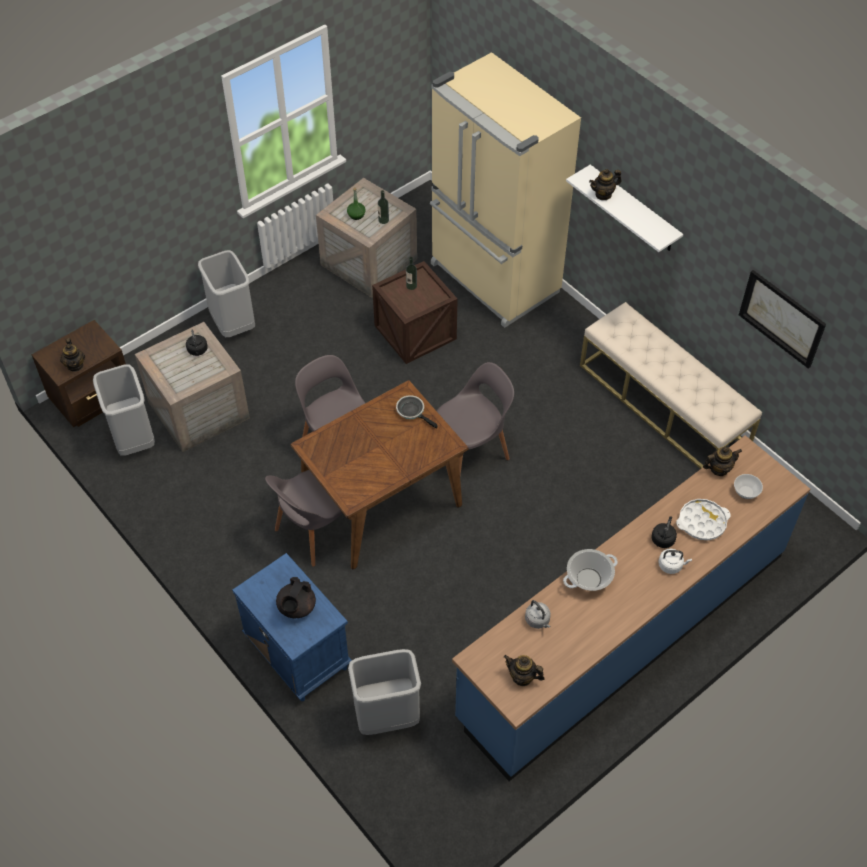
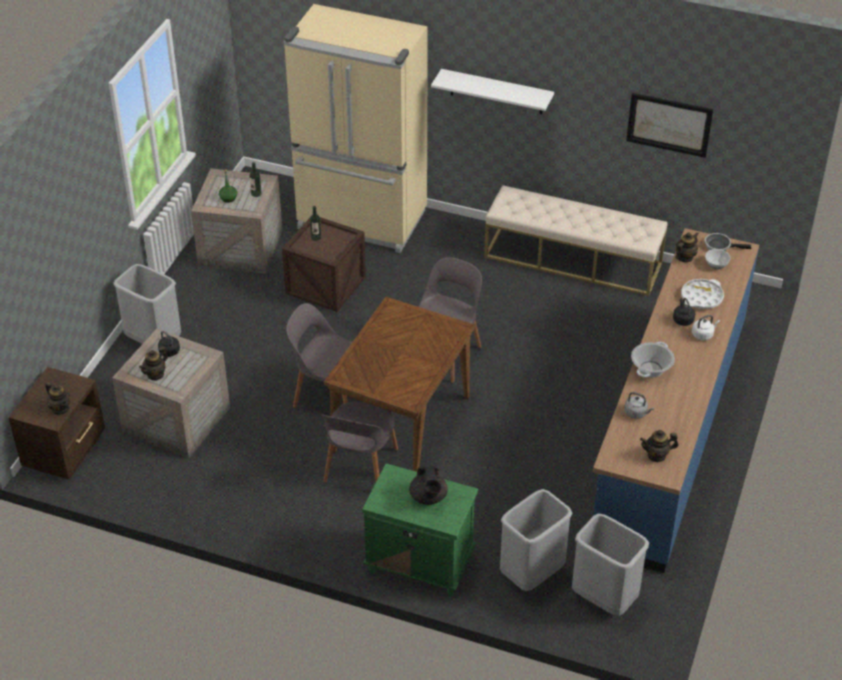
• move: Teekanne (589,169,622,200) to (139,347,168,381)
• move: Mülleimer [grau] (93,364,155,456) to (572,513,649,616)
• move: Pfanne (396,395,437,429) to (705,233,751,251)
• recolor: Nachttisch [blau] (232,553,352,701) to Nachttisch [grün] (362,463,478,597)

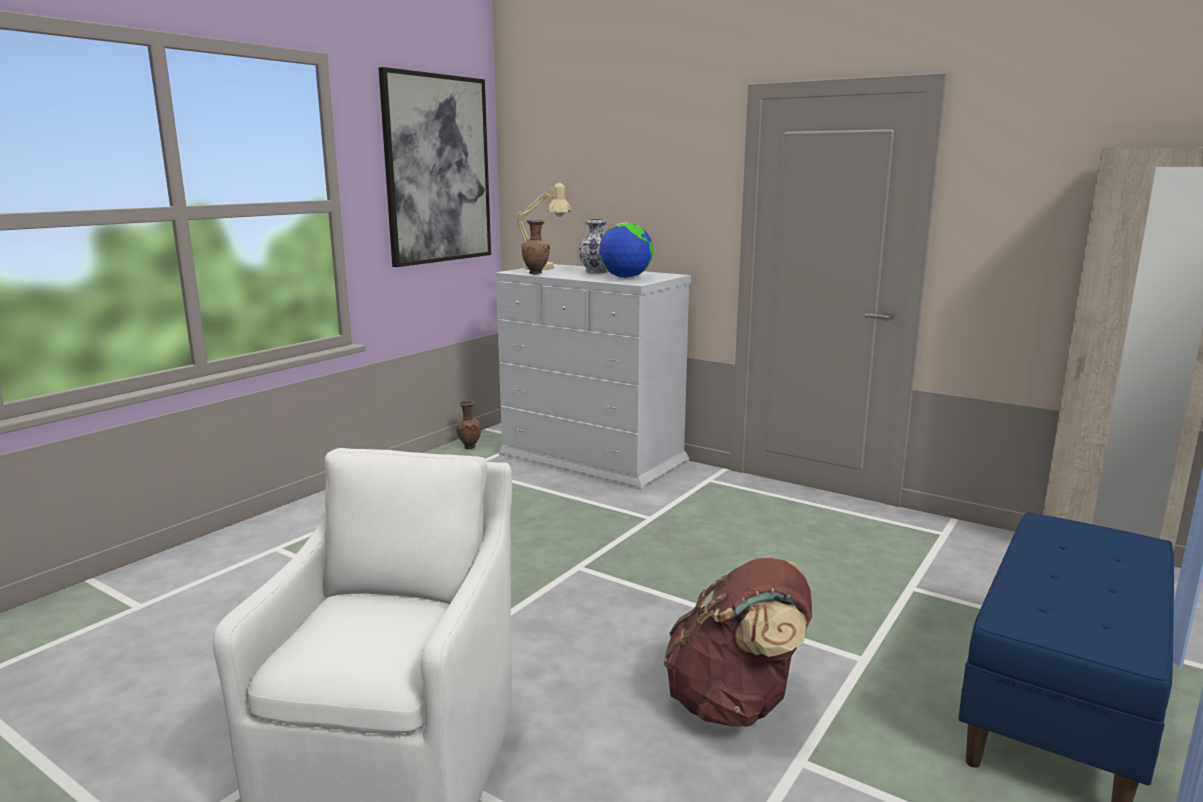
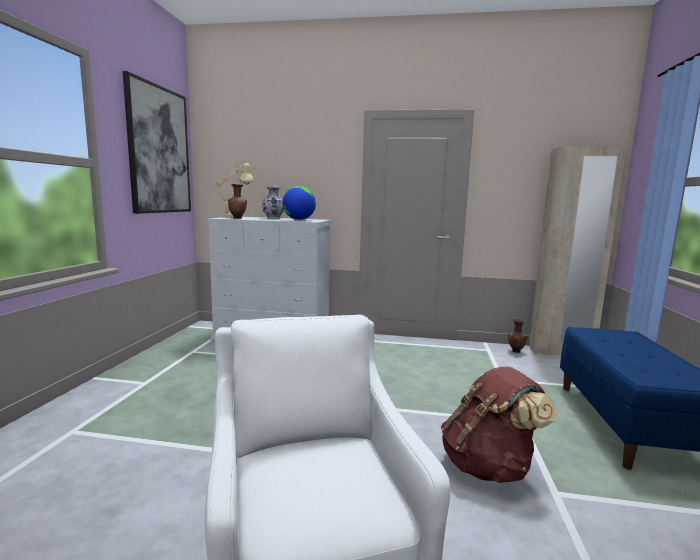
• move: Vase [braun] (456,400,481,449) to (508,319,527,353)

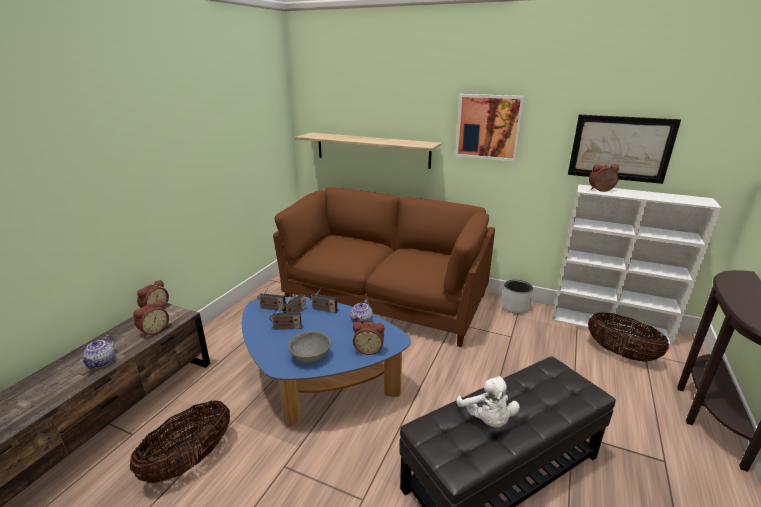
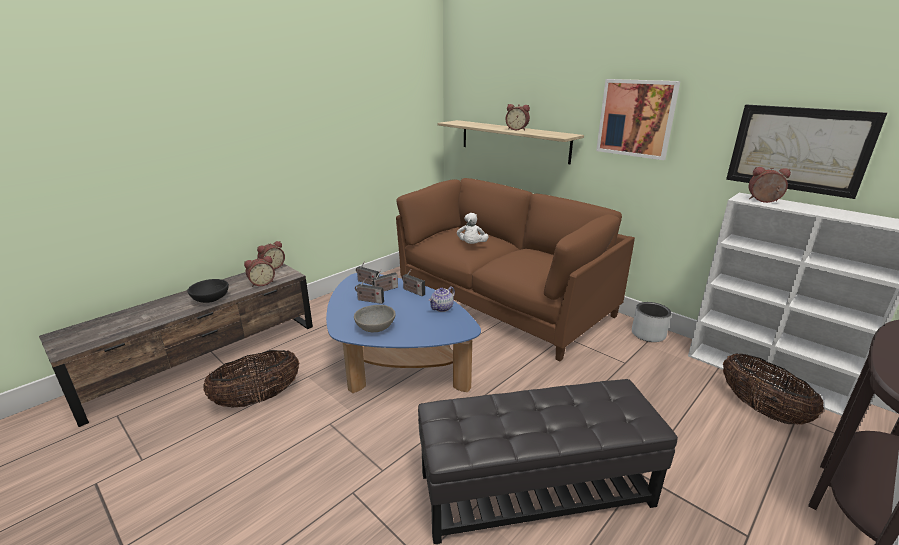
• move: Wecker (353,322,384,355) to (506,104,530,130)
• replace: Teekanne (80,335,115,369) to Schüssel [schwarz] (187,279,229,303)
• move: Plüschtier [weiß] (456,376,520,427) to (457,213,489,244)

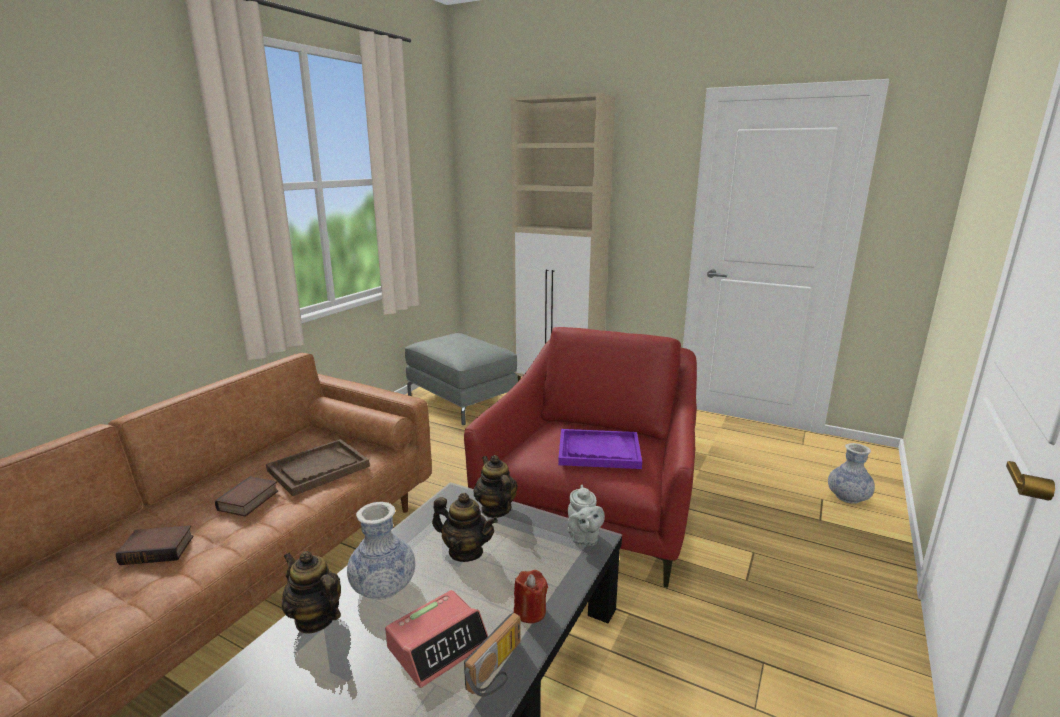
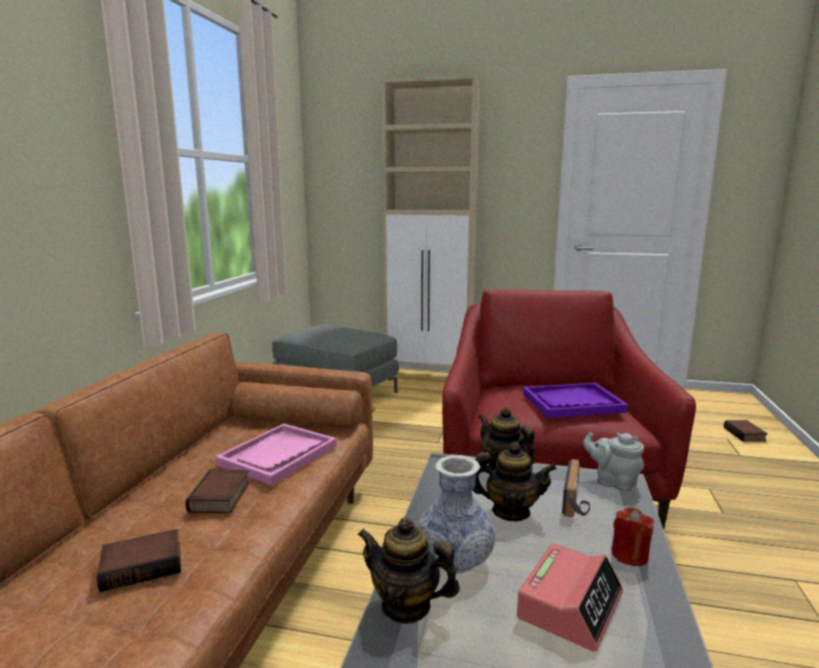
• recolor: Tablett [braun] (266,439,370,496) to Tablett [rosa] (216,424,336,485)
• replace: Vase (828,443,875,504) to Buch (724,420,768,442)
• rotate: Teekanne [grau] (568,485,605,546) = (583,432,644,492) 150 degrees clockwise
• move: Radio (464,613,521,697) to (562,459,590,517)

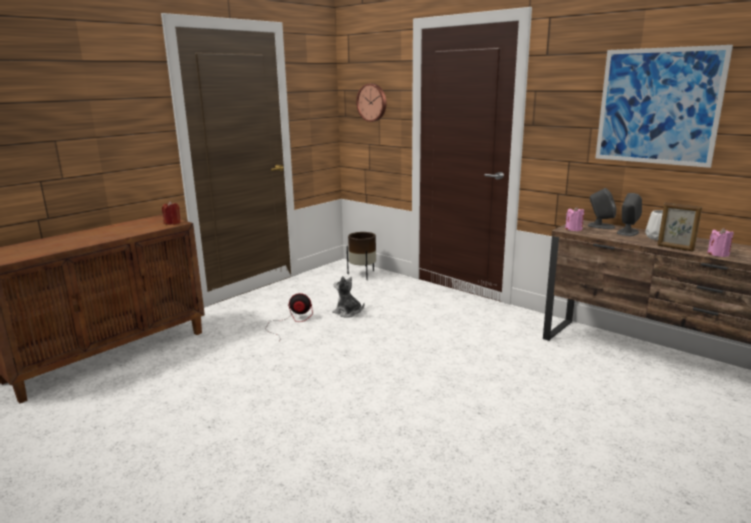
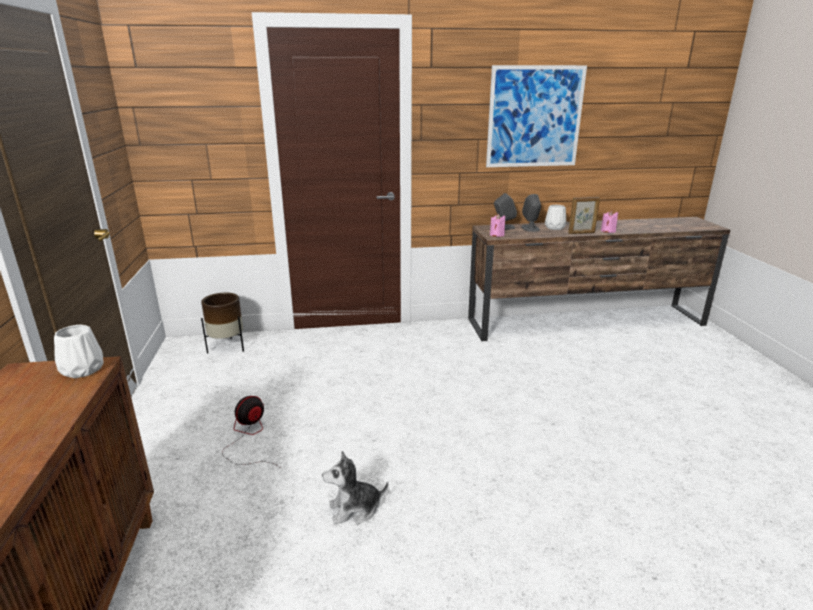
• delete: Wanduhr (356,84,386,122)
• replace: Kerze [rot] (162,201,181,225) to Vase [weiß] (54,325,104,378)
• move: Plüschtier (332,276,365,318) to (322,451,388,525)

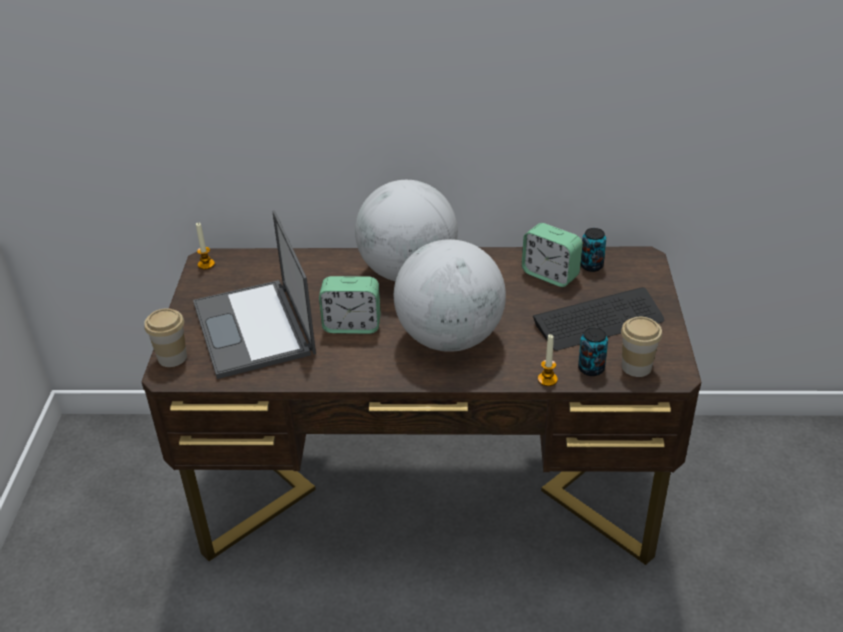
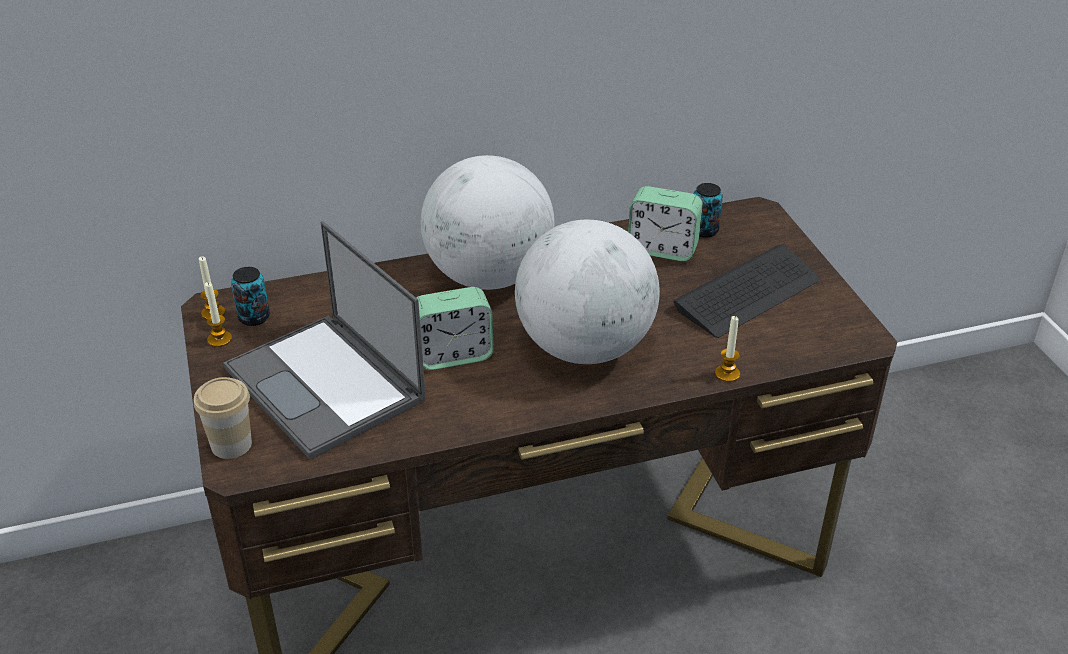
• delete: Tasse (621,317,662,377)
• move: Dose (578,327,608,376) to (231,267,270,326)
• insert: Kerze (205,282,232,347)

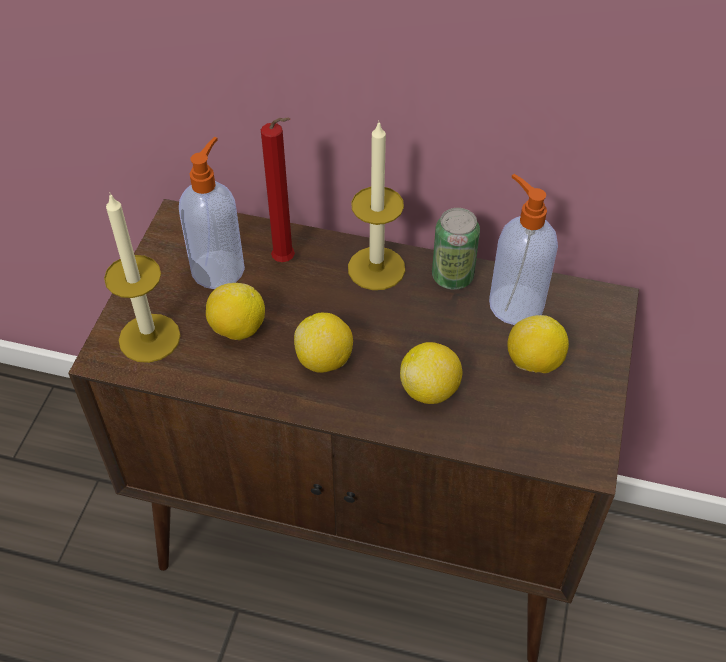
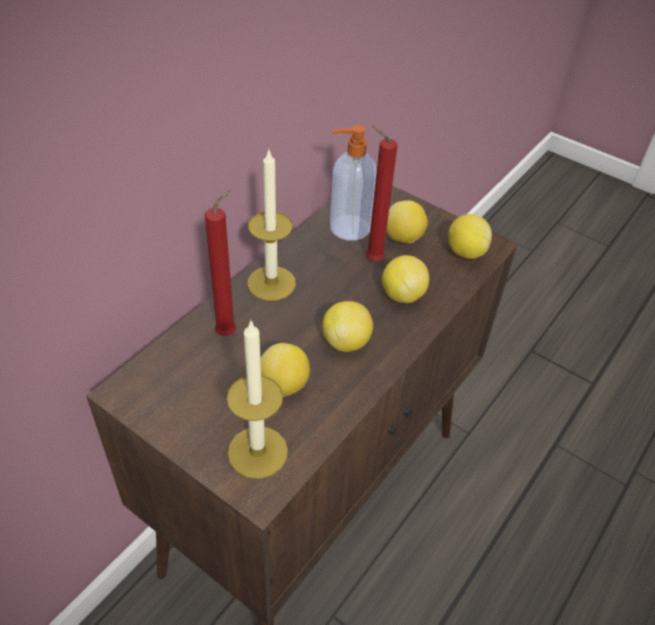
• delete: Seifenspender (179,137,245,289)
• delete: Dose (432,208,480,290)
• insert: Kerze [rot] (366,125,398,261)
• insert: Zitrone (448,214,492,259)

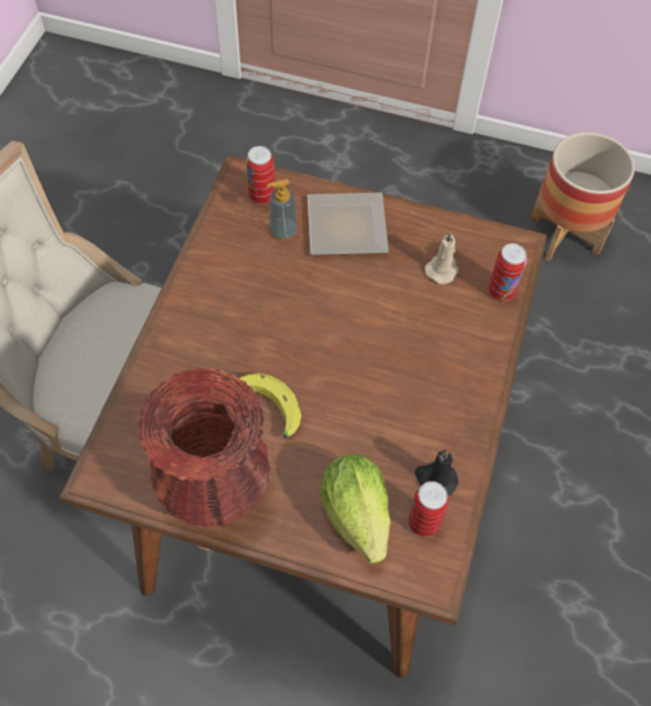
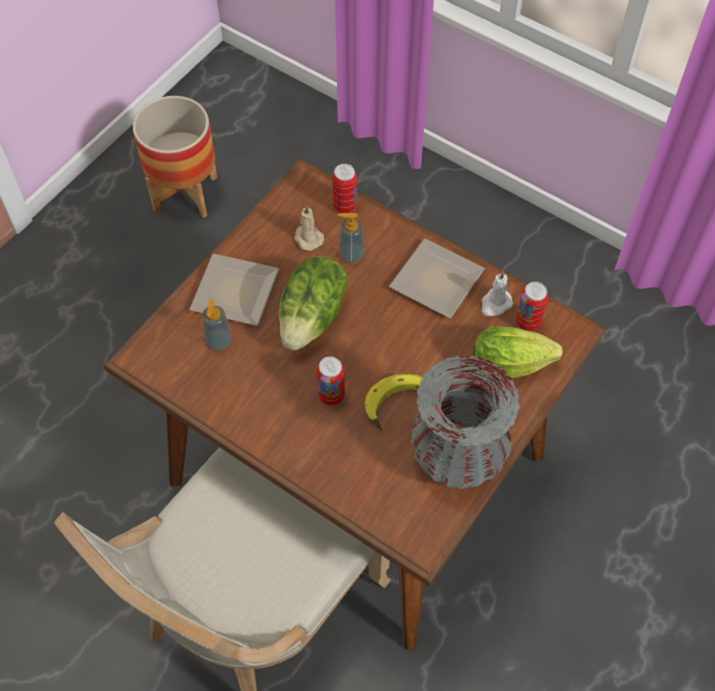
• move: Dose (246,146,275,204) to (317,356,345,406)
• recolor: Vase [rot] (137,368,270,528) to Vase [grau] (411,355,520,489)
• recolor: Kerze [schwarz] (415,450,458,496) to Kerze [weiß] (482,271,513,316)
• insert: Seifenspender (338,213,365,264)
• insert: Teller (389,239,485,318)
• insert: Salatkopf (279,256,348,351)

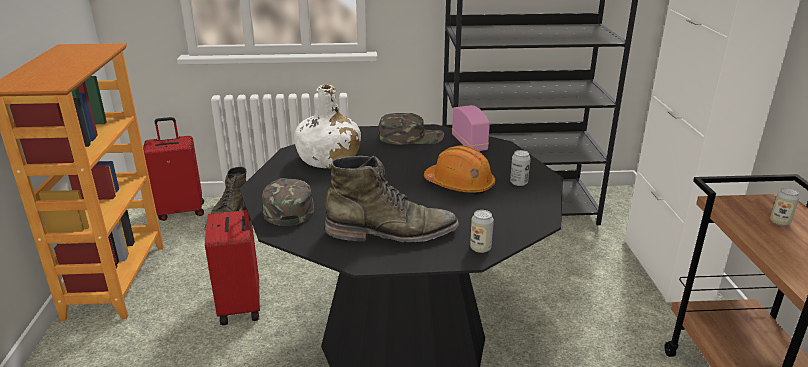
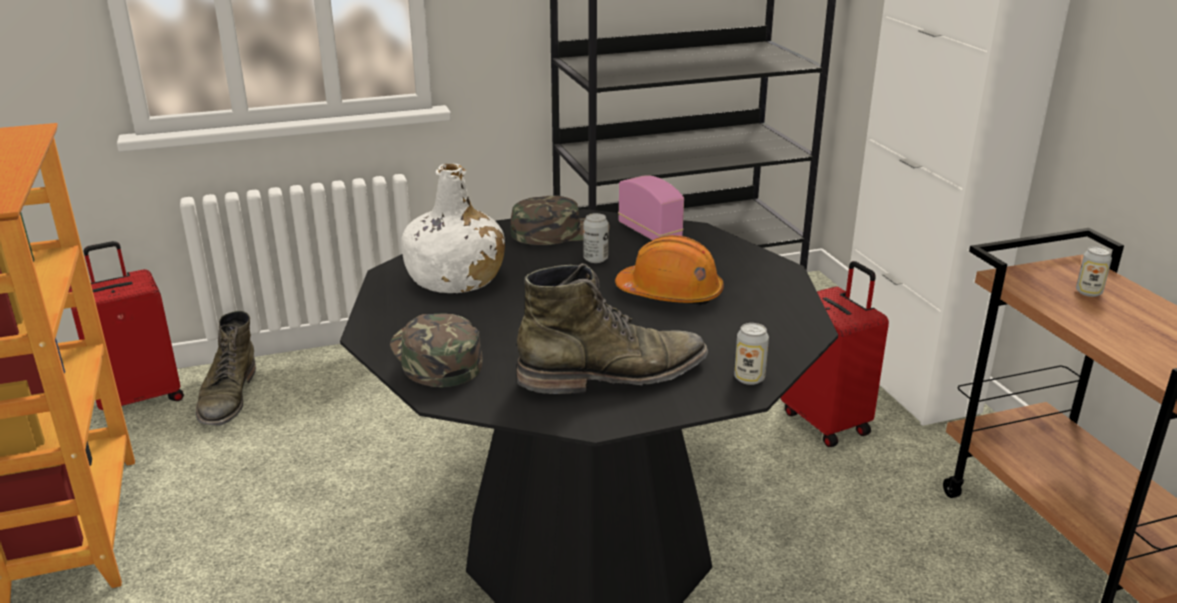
• move: Dose (510,150,531,186) to (583,213,608,263)
• move: Koffer [rot] (205,199,260,326) to (781,261,889,447)

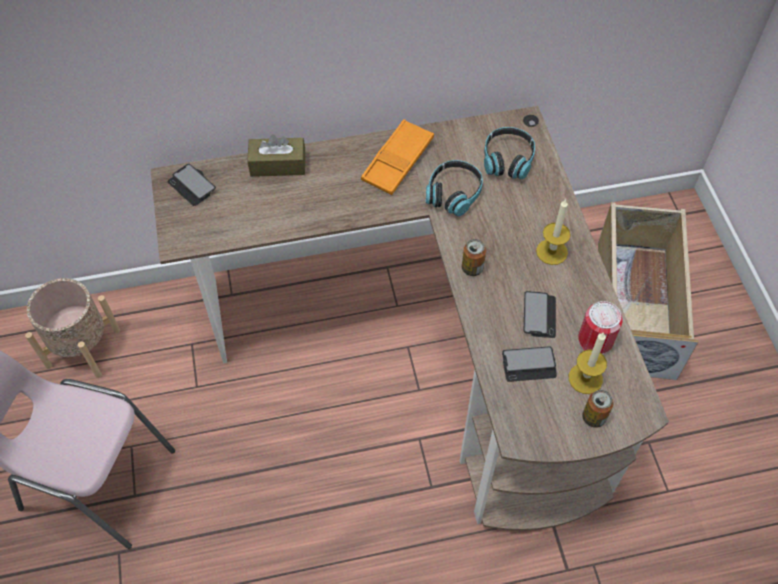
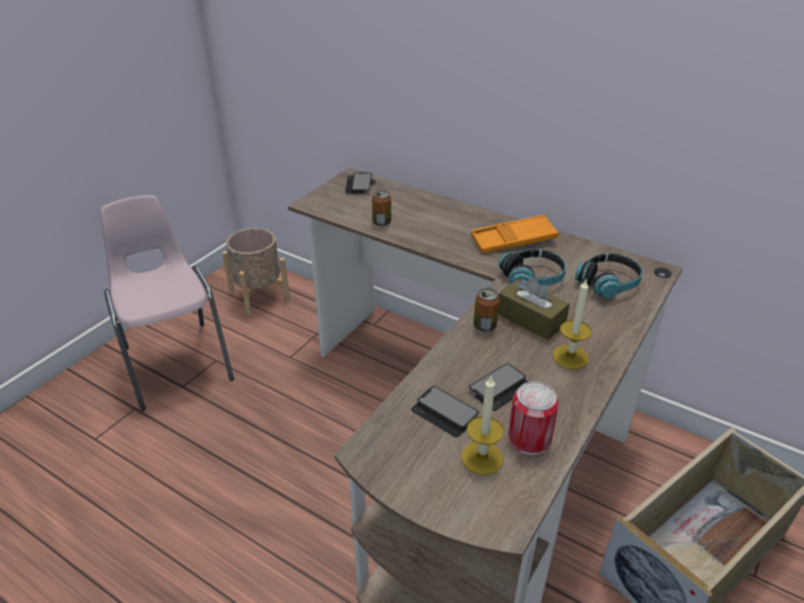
• move: Taschentuchbox [braun] (247,135,305,177) to (498,277,570,340)
• move: Dose (582,390,613,428) to (372,190,391,226)

